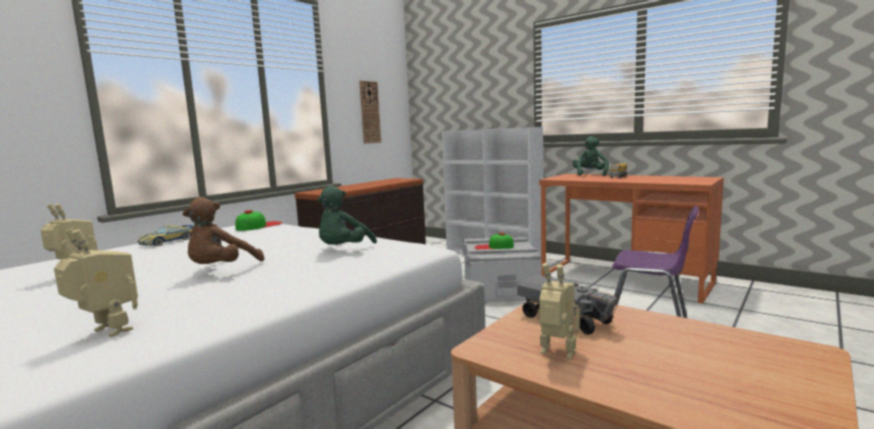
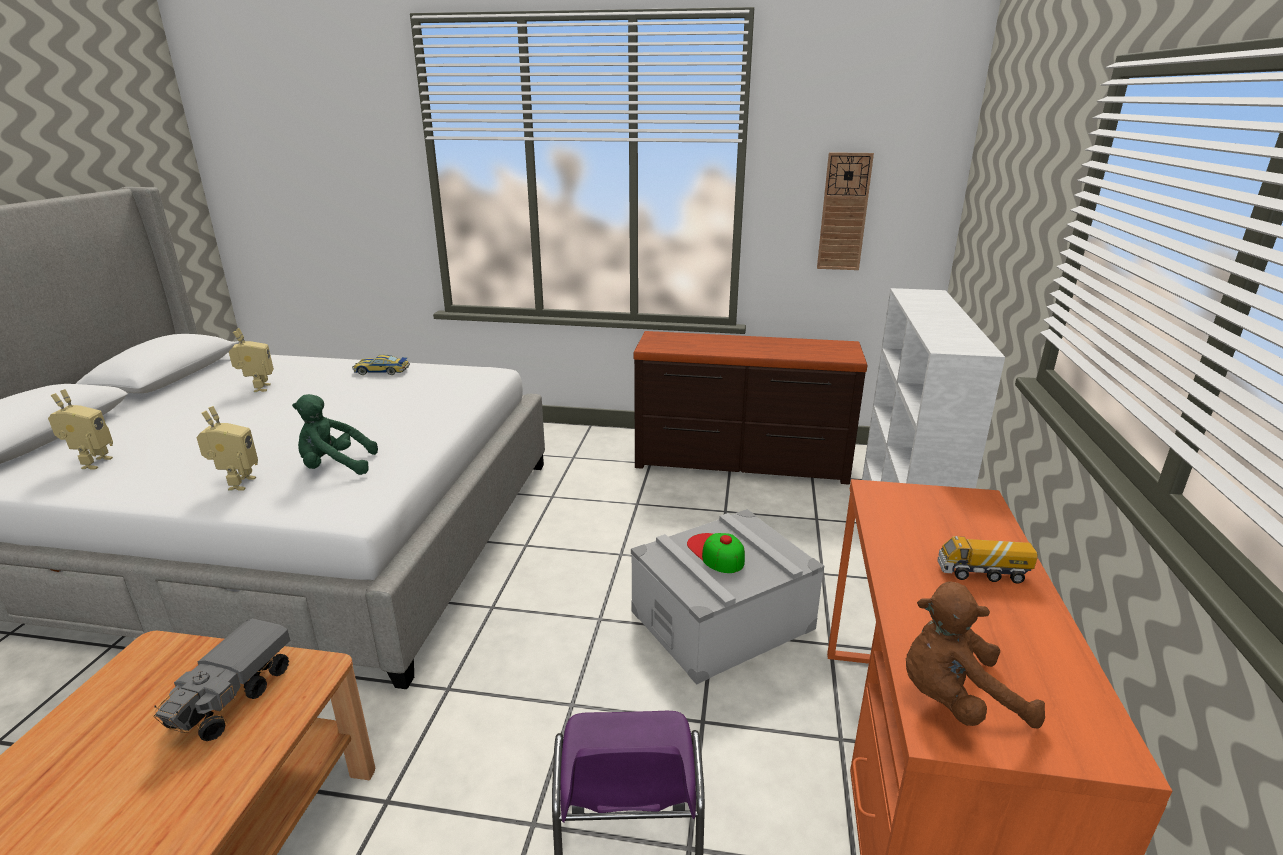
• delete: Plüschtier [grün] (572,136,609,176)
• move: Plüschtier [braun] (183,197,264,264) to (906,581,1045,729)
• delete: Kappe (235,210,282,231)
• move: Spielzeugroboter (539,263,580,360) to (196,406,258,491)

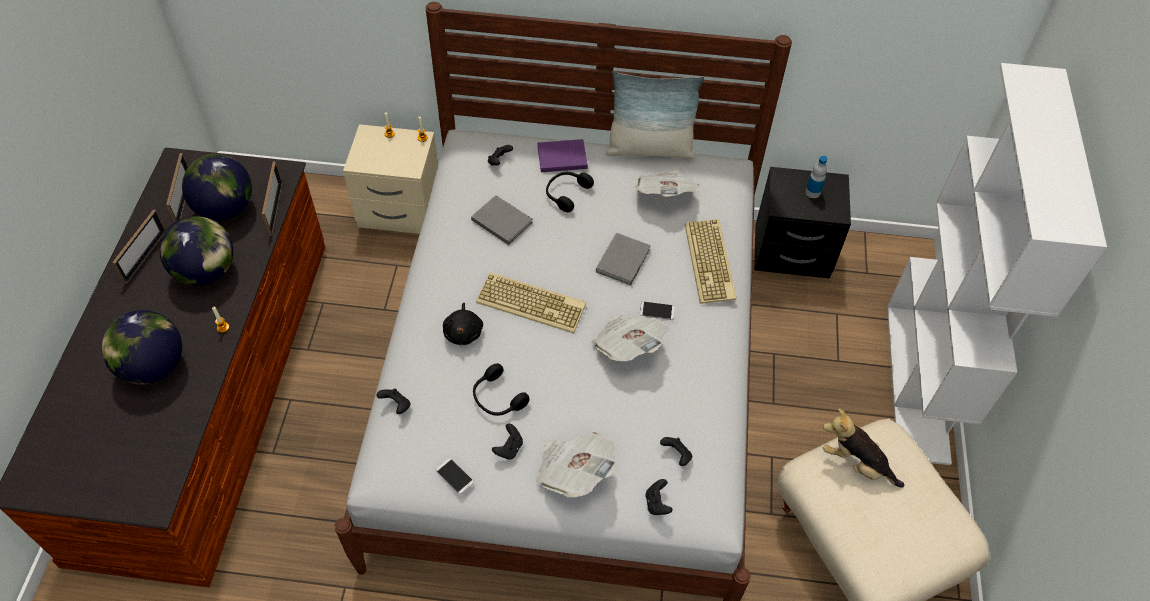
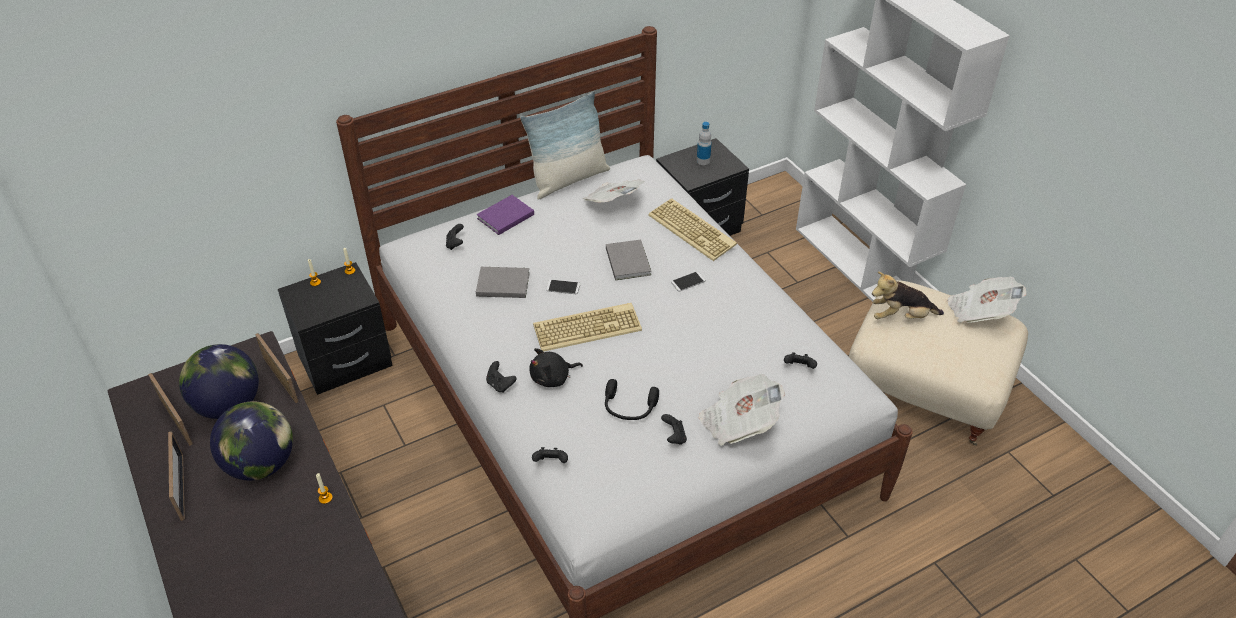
• recolor: Nachttisch [beige] (343,124,438,234) to Nachttisch [schwarz] (278,262,393,395)
• delete: Kopfhörer [schwarz] (546,172,594,212)
• rotate: Plüschtier [schwarz] (443,303,483,345) = (529,348,583,387) 105 degrees clockwise
• delete: Globus (102,310,182,385)
• move: Zeitung (591,314,669,361) to (947,277,1027,323)
• move: Handy (436,458,474,494) to (546,280,580,294)
• move: Gamepad [schwarz] (645,479,673,515) to (486,361,517,393)

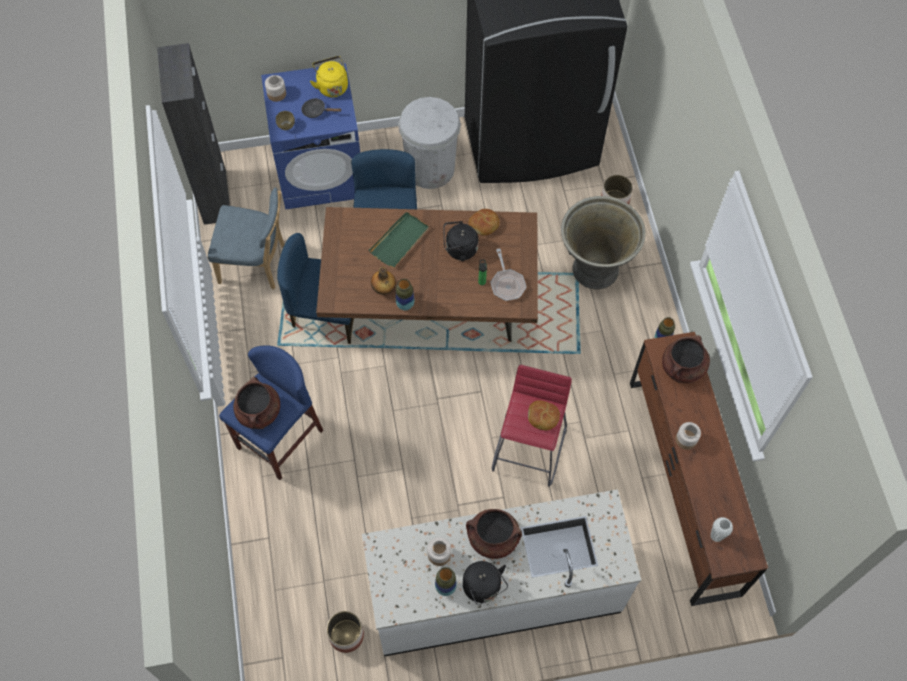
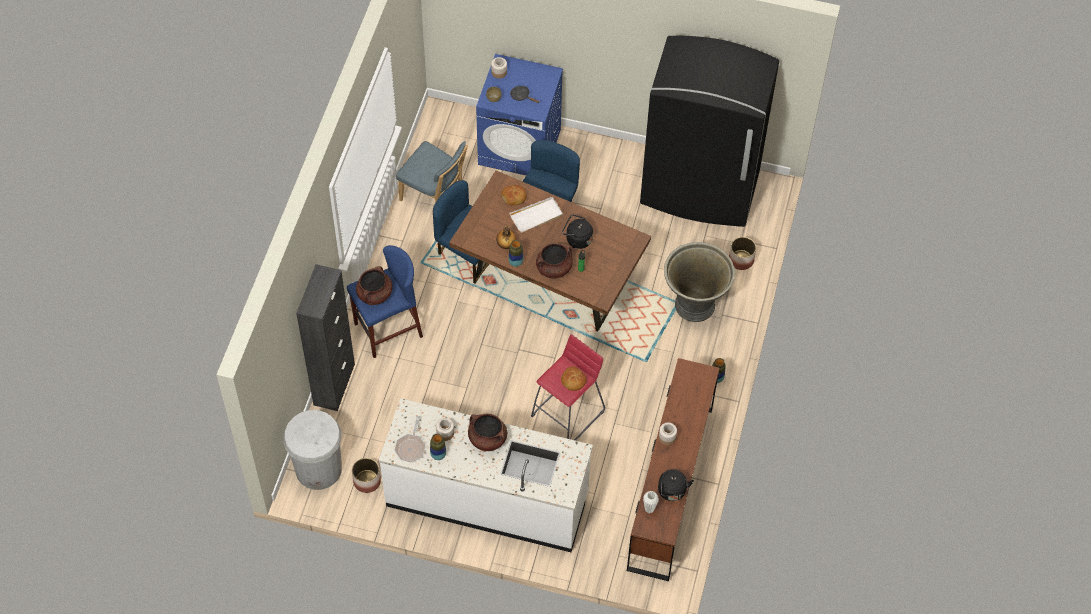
• move: Schrank [schwarz] (157,43,230,225) to (296,264,355,411)
• delete: Wasserkessel [gelb] (310,56,348,97)
• move: Mülleimer [weiß] (398,97,461,189) to (283,410,342,490)
• move: Brot (469,209,500,235) to (501,185,526,206)
• recolor: Tablett [grün] (369,212,429,268) to Tablett [weiß] (509,197,563,233)
• move: Pfanne (490,249,526,301) to (394,416,426,462)
• move: Kochtopf [braun] (662,335,710,383) to (536,243,573,278)
• move: Wasserkessel [schwarz] (463,561,508,605) to (658,469,694,501)

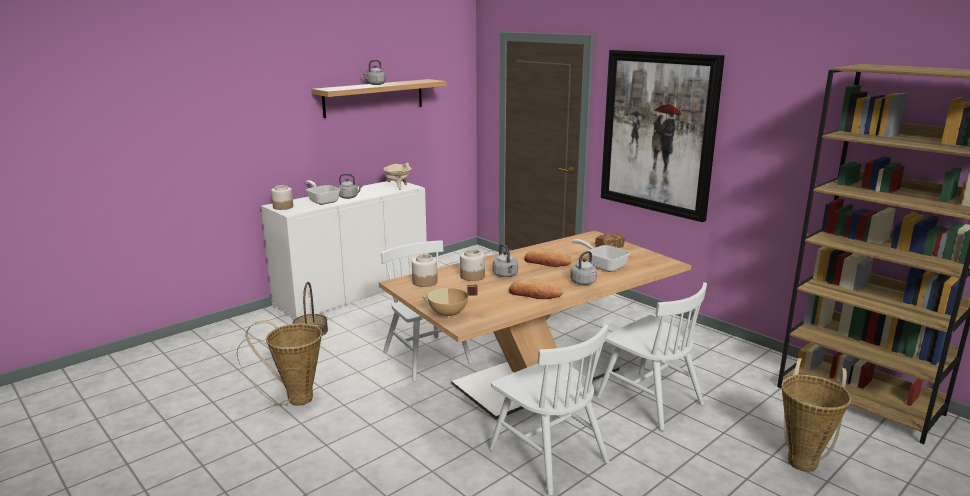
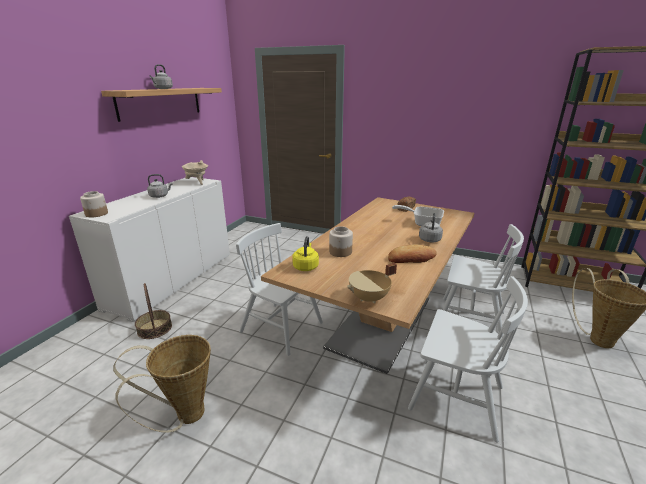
• delete: Bild (601,50,725,222)
• delete: Pfanne (305,180,340,205)
• delete: Wasserkessel [grau] (493,244,518,277)
• delete: Brot (524,249,572,267)
• replace: Vorratsglas (412,254,438,287) to Wasserkessel [gelb] (292,236,319,271)

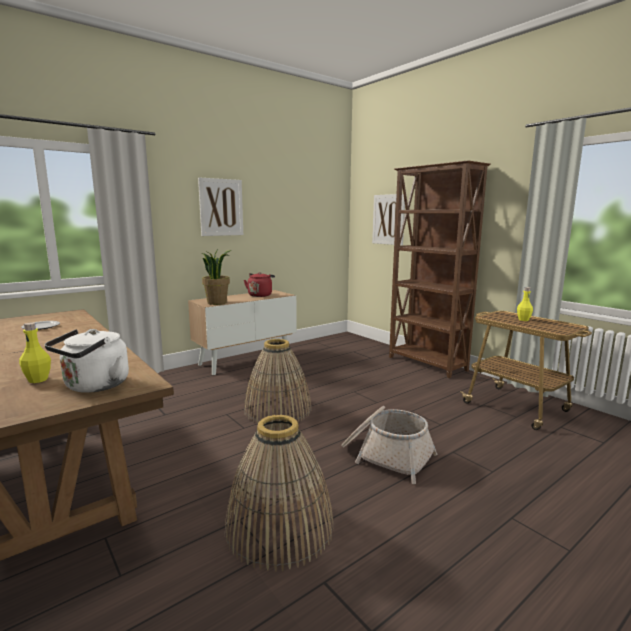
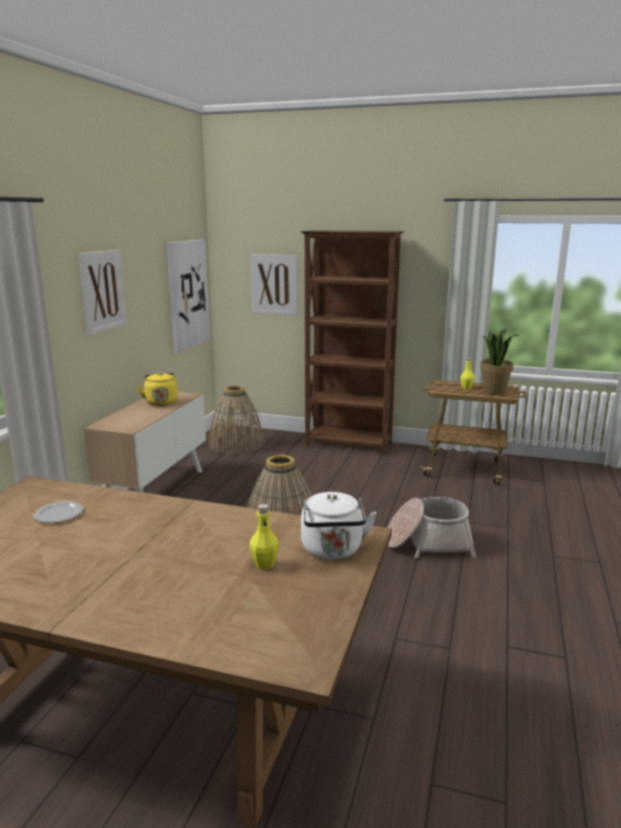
• move: Topfpflanze (202,249,231,305) to (480,328,518,395)
• recolor: Wasserkessel [rot] (244,272,275,297) to Wasserkessel [gelb] (136,372,178,406)
• move: Korb (225,415,333,571) to (209,385,264,455)
• insert: Bild (167,240,210,353)

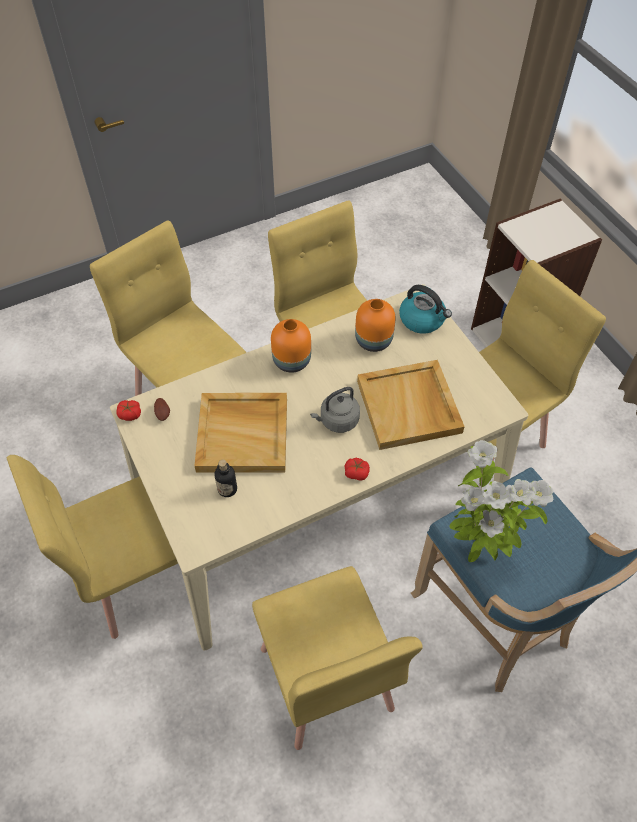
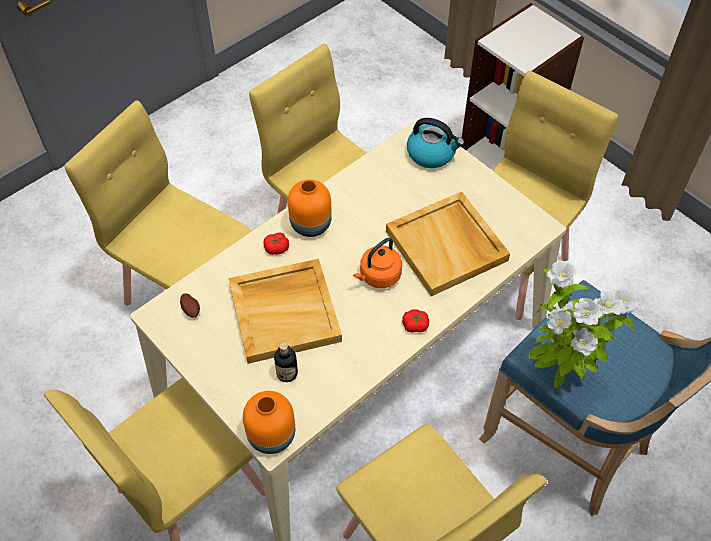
• move: Vase [orange] (355,299,396,352) to (243,391,295,454)
• recolor: Wasserkessel [grau] (310,387,360,433) to Wasserkessel [orange] (353,238,402,288)
• move: Tomate (116,400,141,421) to (263,233,289,255)

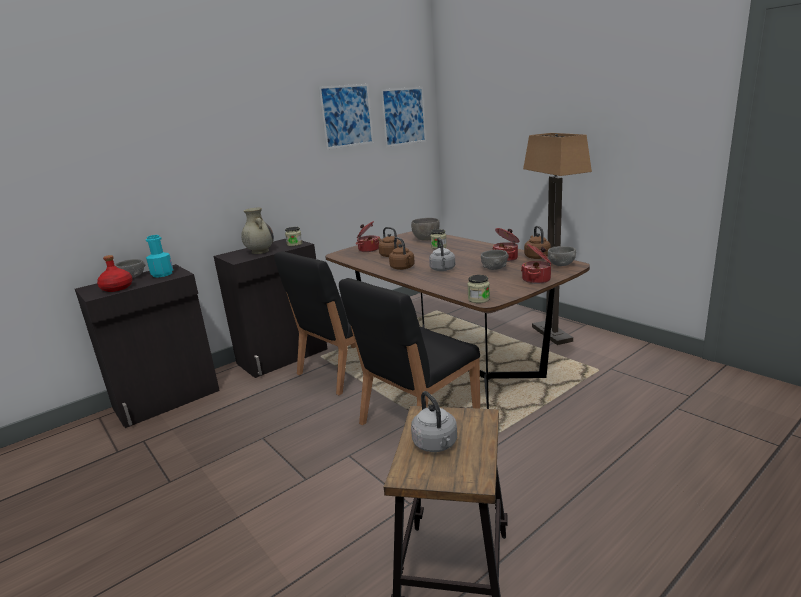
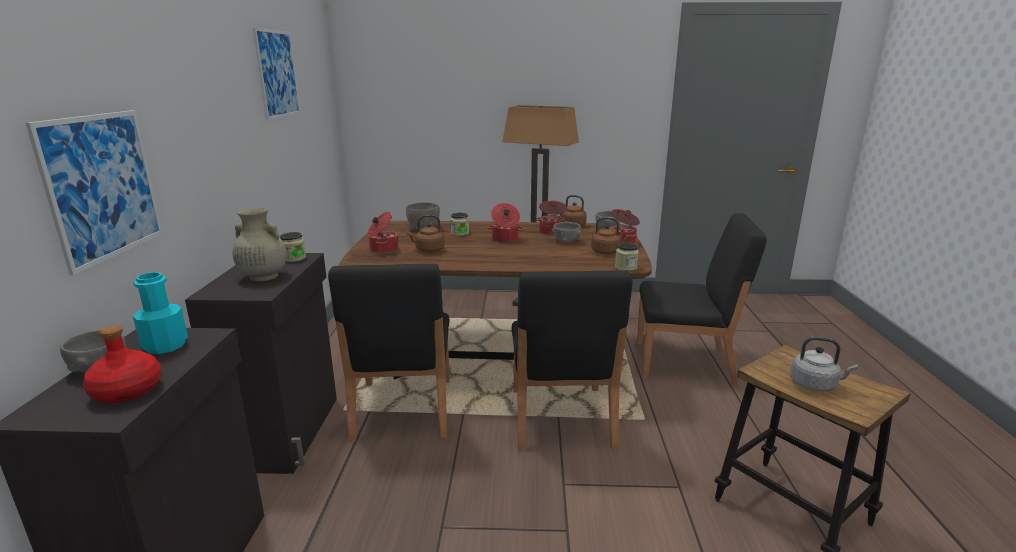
• move: Bild (381,87,426,147) to (26,110,163,275)
• move: Wasserkessel [braun] (389,237,415,270) to (591,217,631,254)
• delete: Wasserkessel [grau] (429,237,455,271)
• insert: Kochtopf (487,203,524,243)
• insert: Stuhl [schwarz] (637,213,767,386)

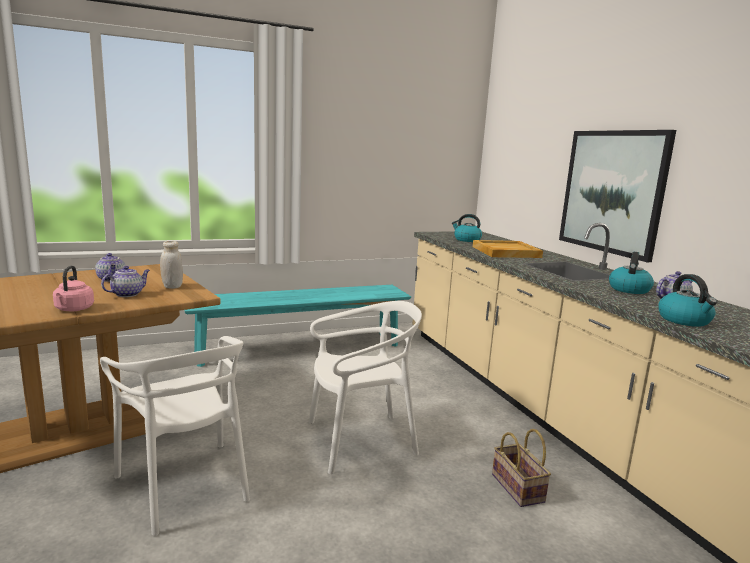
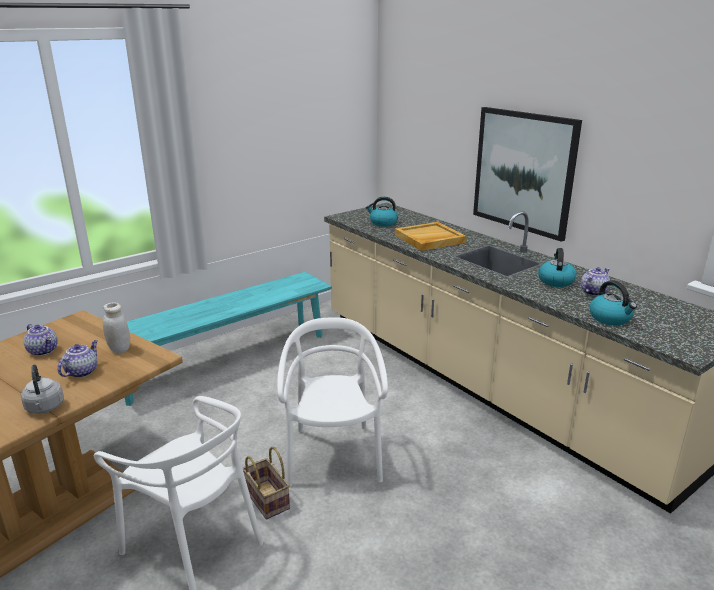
• recolor: Wasserkessel [rosa] (53,265,94,311) to Wasserkessel [grau] (21,364,64,414)
• rotate: Stuhl [weiß] (308,301,422,474) = (277,317,388,487) 60 degrees counterclockwise
• move: Korb (492,429,551,507) to (243,447,290,520)

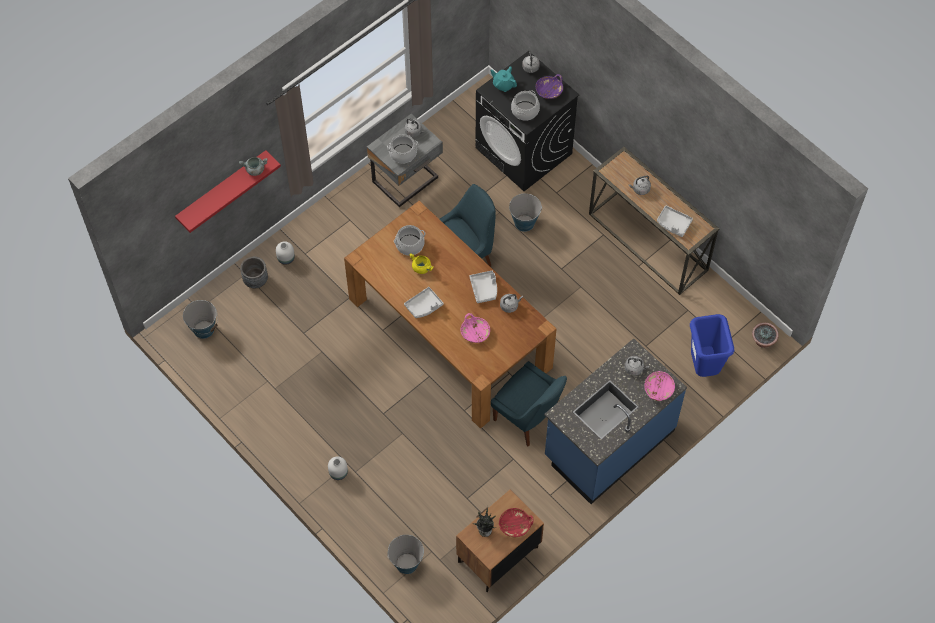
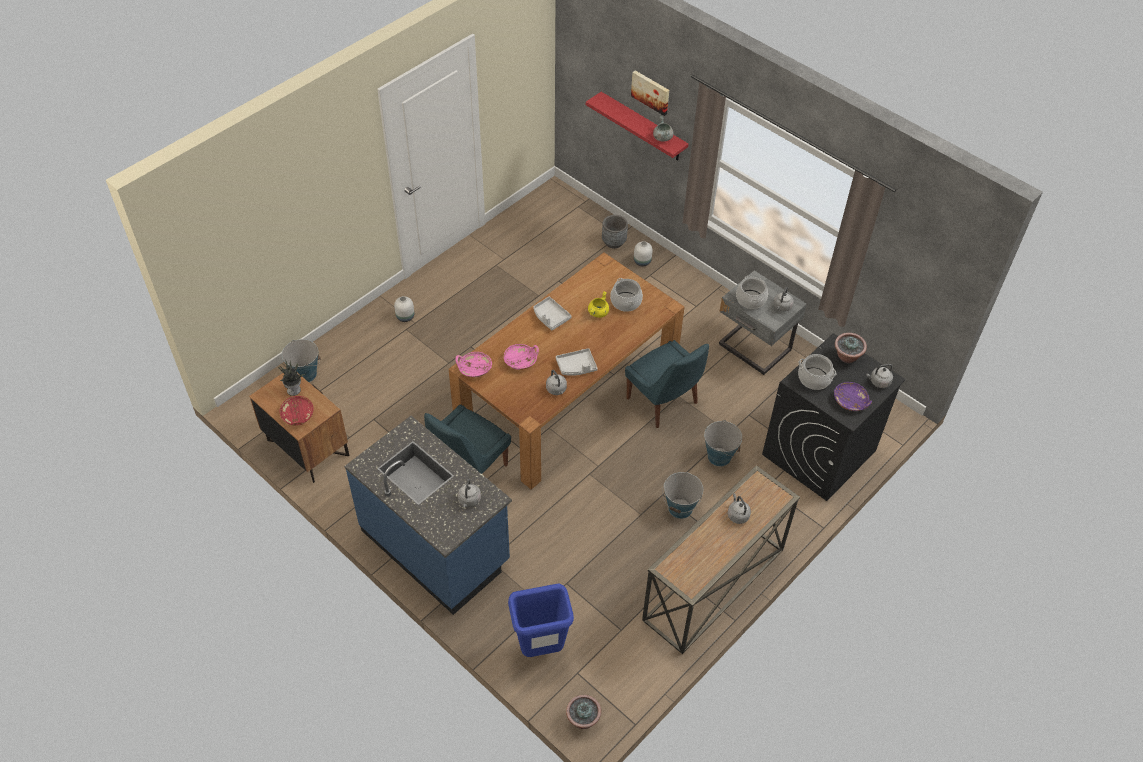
• replace: Teekanne [türkis] (490,66,517,92) to Topfpflanze (835,333,867,363)
• delete: Tablett [grau] (657,206,693,237)
• move: Eimer (183,300,218,339) to (662,472,703,519)
• move: Schüssel [rosa] (644,371,675,401) to (455,352,492,378)
• insert: Bild (631,70,669,116)

